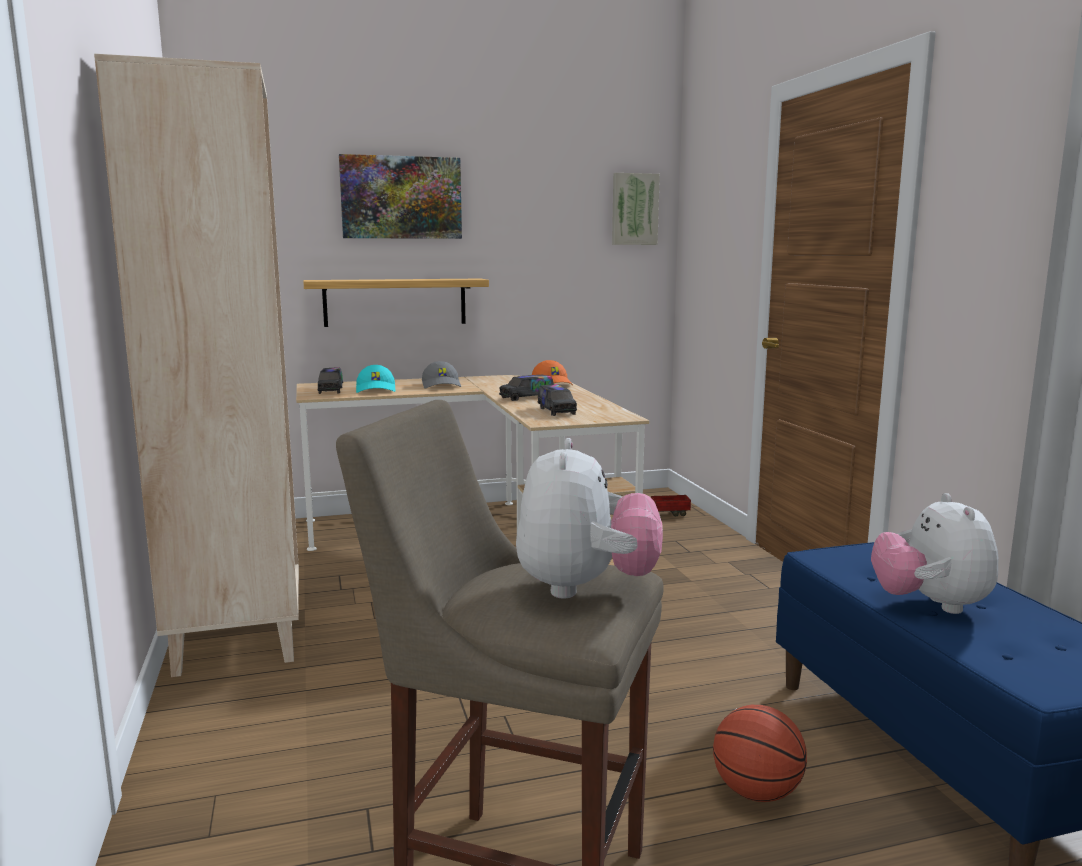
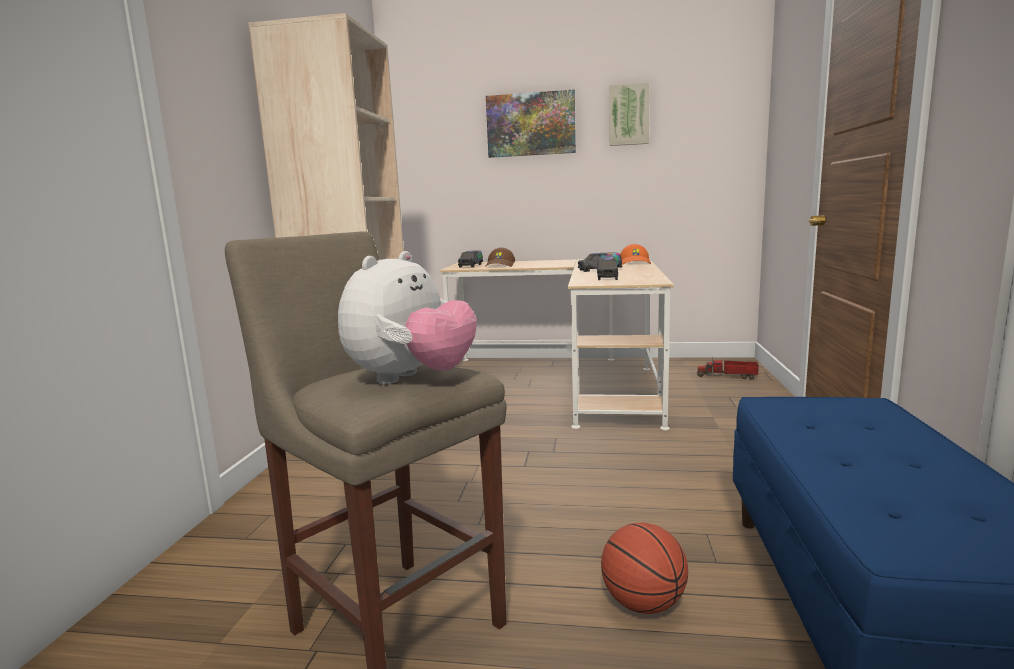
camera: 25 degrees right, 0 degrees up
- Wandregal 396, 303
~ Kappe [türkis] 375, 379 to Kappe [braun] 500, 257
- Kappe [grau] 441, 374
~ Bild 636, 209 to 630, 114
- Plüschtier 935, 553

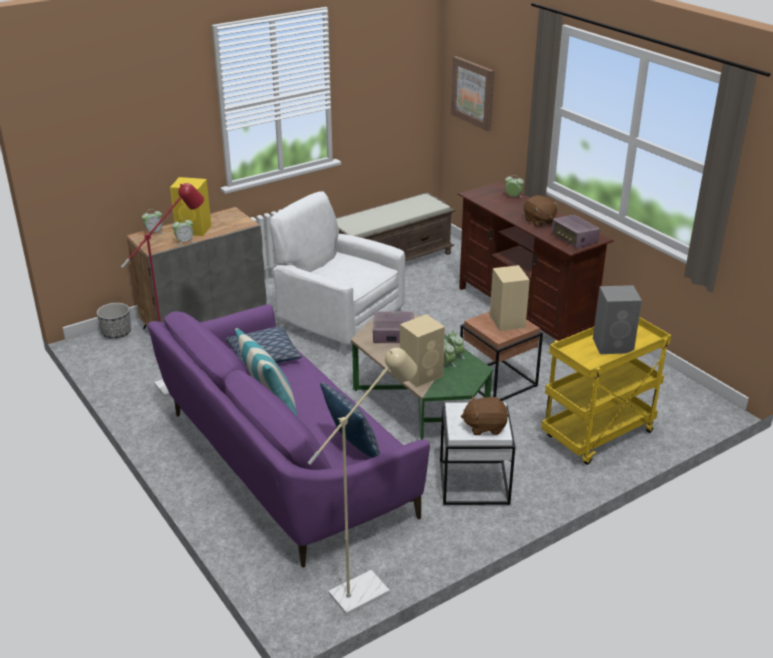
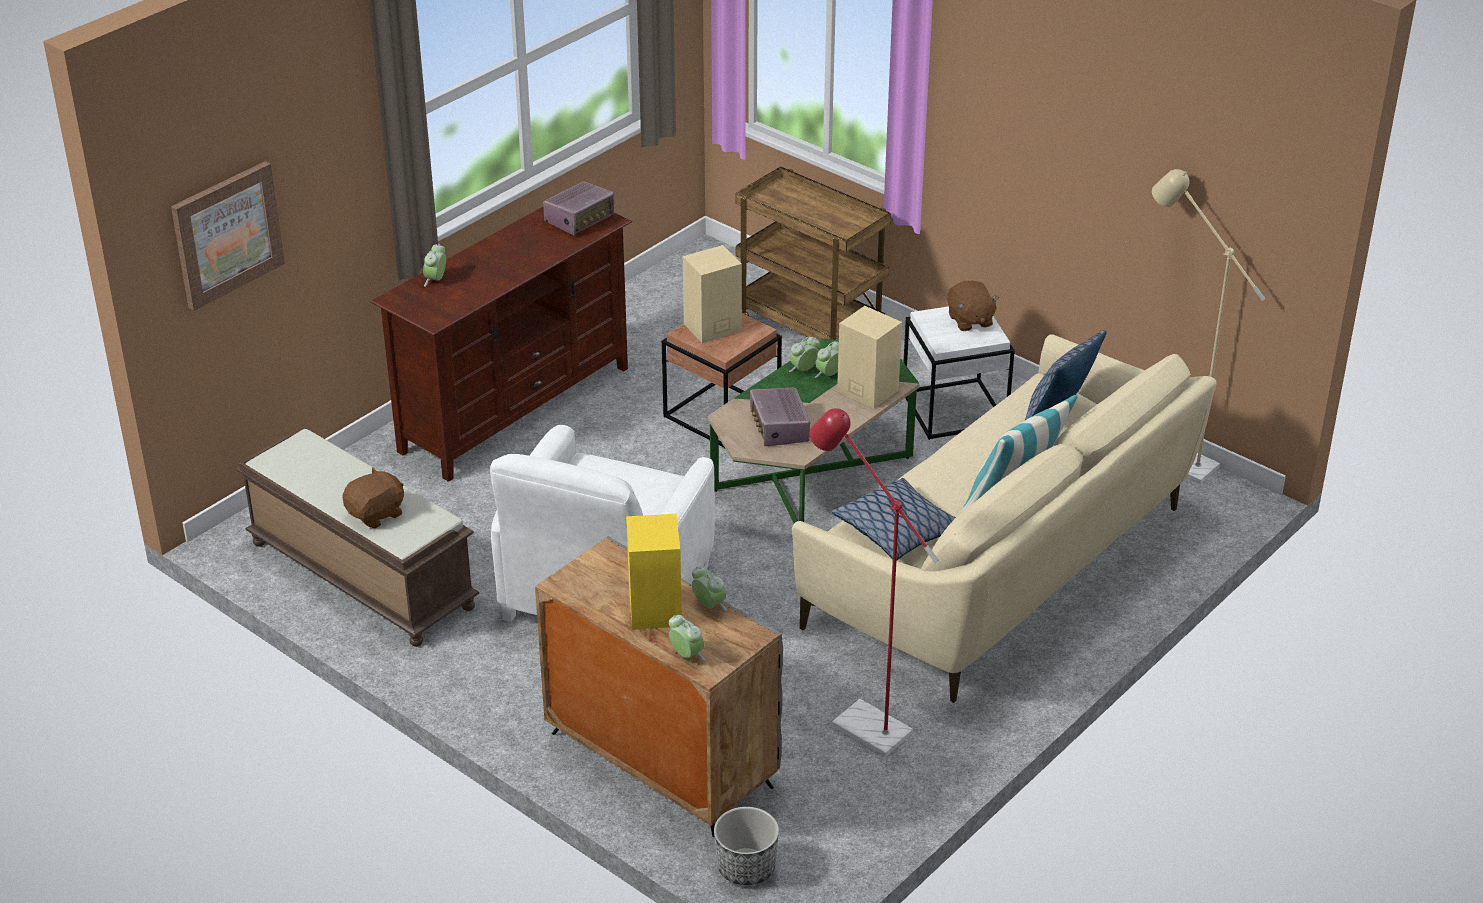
camera: 105 degrees left, 5 degrees up
~ Sofa [lila] 289, 436 to Sofa [beige] 1004, 518
~ Plüschtier [braun] 541, 211 to 373, 497
~ Rollwagen [gelb] 606, 391 to Rollwagen [braun] 813, 254
- Lautsprecher [grau] 617, 319

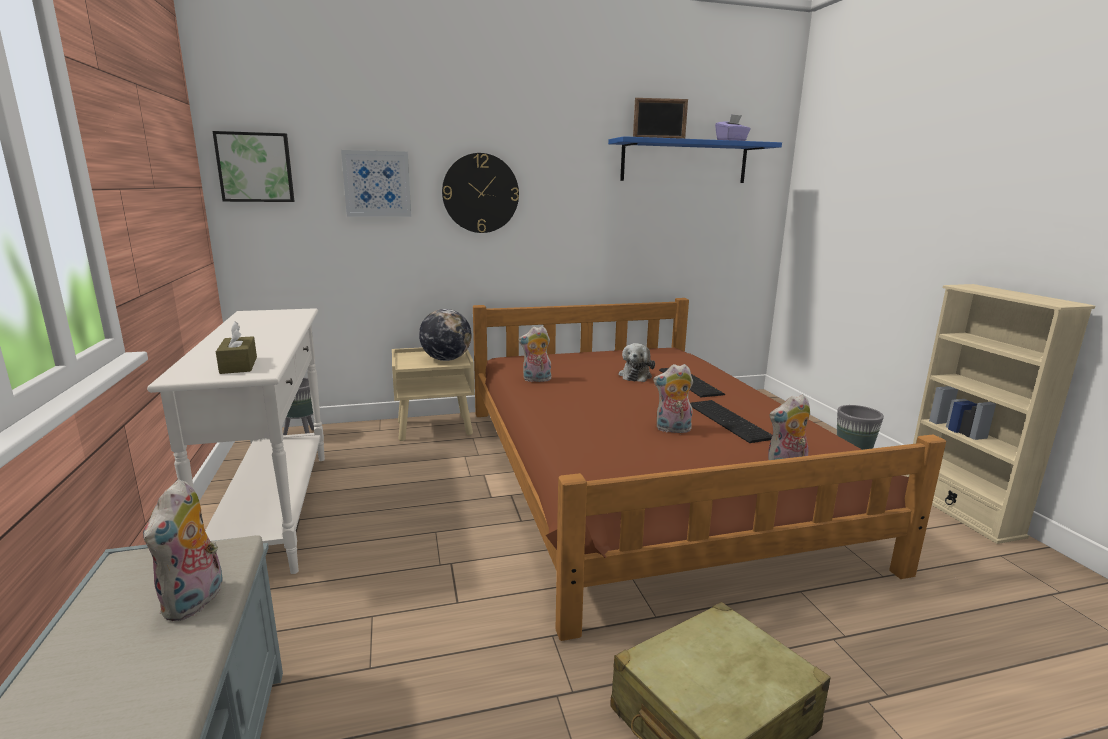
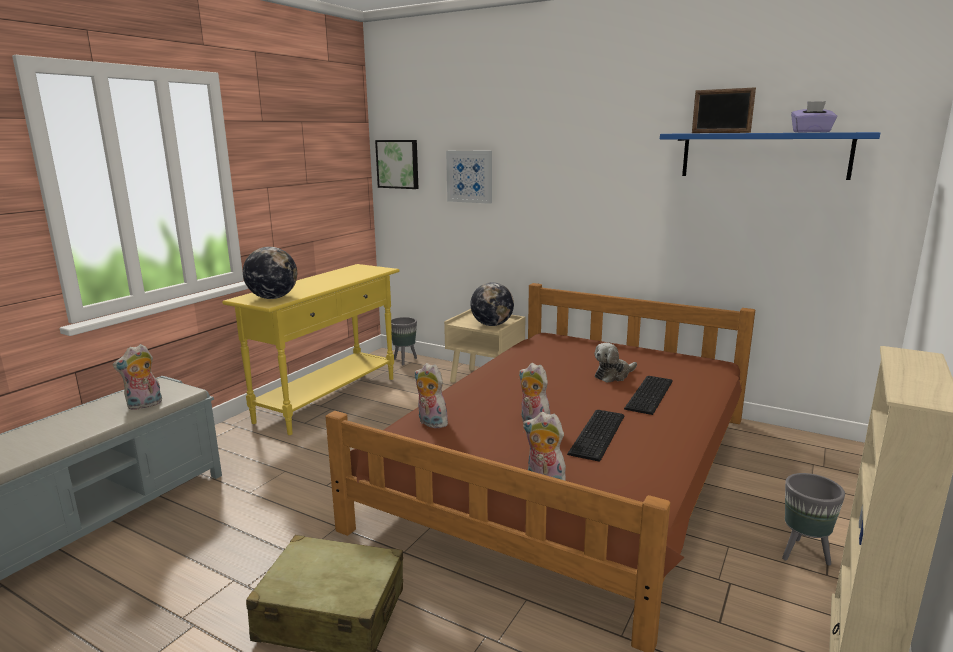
camera: 45 degrees right, 0 degrees up
~ Konsolentisch [weiß] 236, 441 to Konsolentisch [gelb] 310, 349
~ Taschentuchbox [braun] 236, 347 to Globus 270, 273
- Wanduhr 480, 193
~ Plüschtier 534, 354 to 431, 395

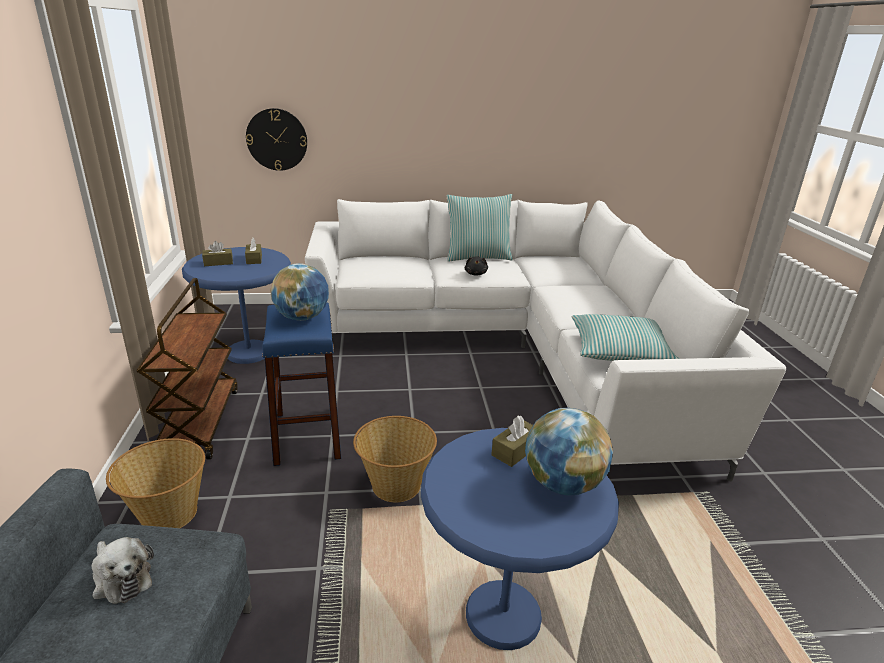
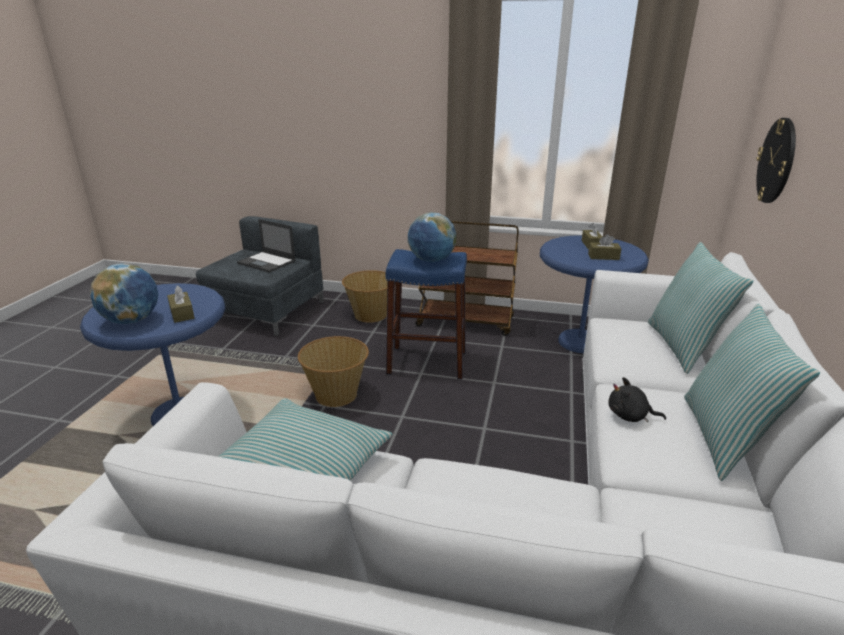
camera: 110 degrees right, 0 degrees up
~ Plüschtier 122, 570 to Laptop 266, 246
+ Kissen 700, 308

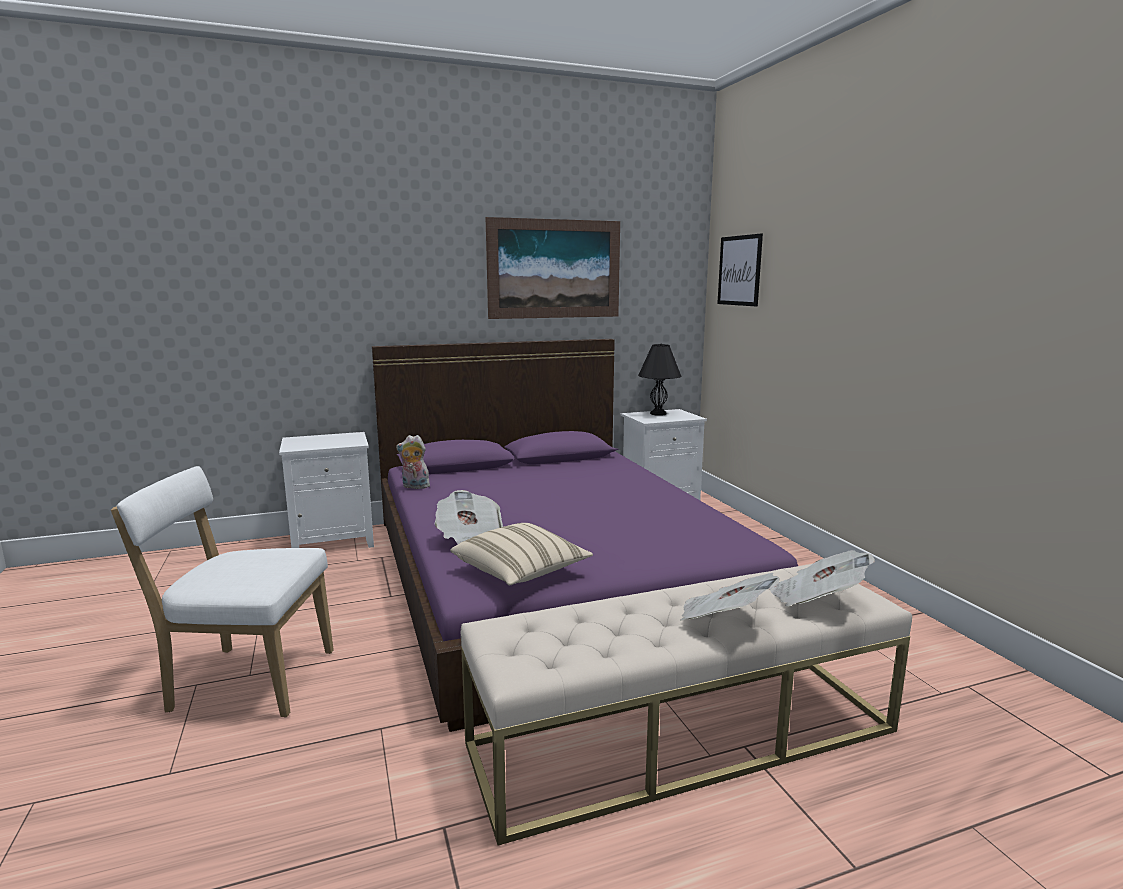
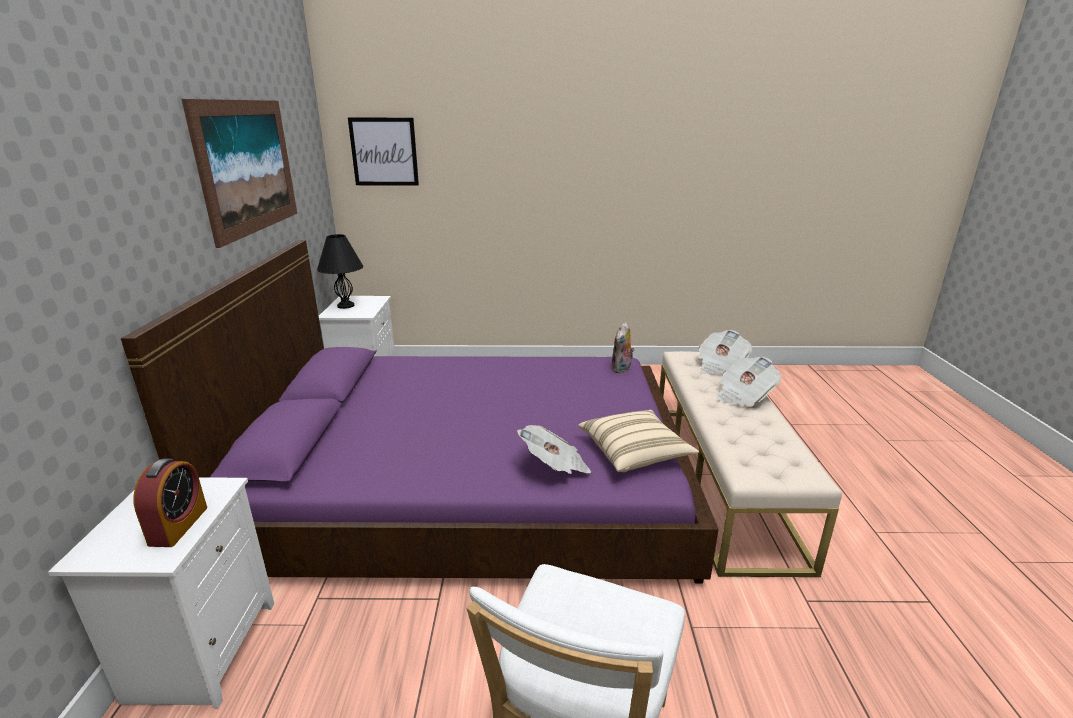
camera: 70 degrees left, 10 degrees up
~ Plüschtier 413, 462 to 622, 347
+ Wecker 170, 502

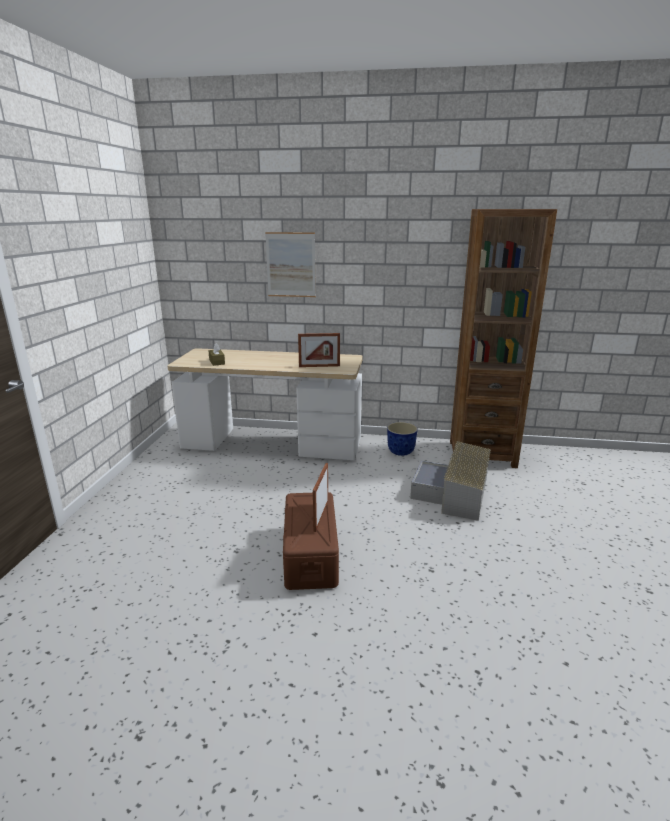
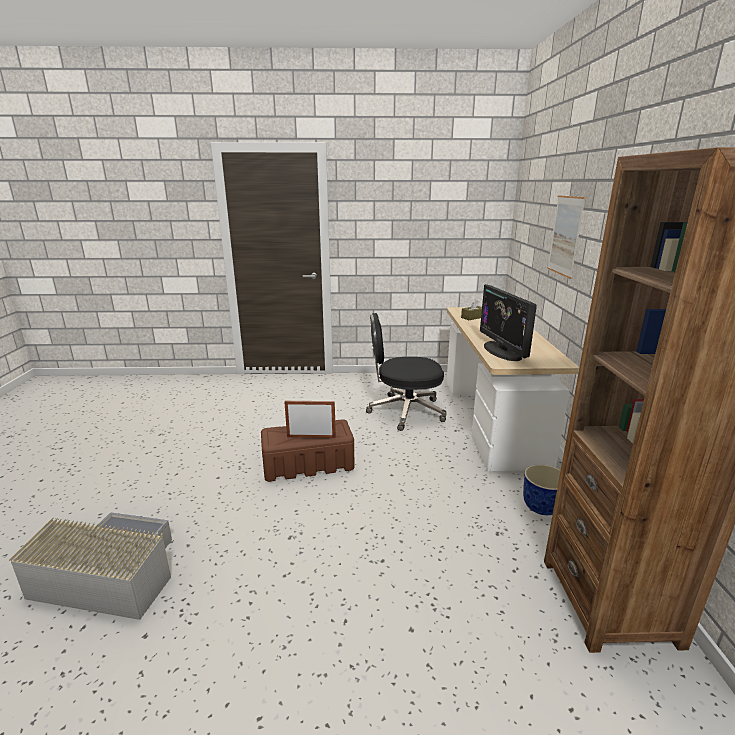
camera: 80 degrees right, 0 degrees up
~ Bilderrahmen 319, 350 to Monitor 508, 322
~ Aufbewahrungsbox [grau] 450, 481 to 90, 566
+ Bürostuhl [schwarz] 406, 372

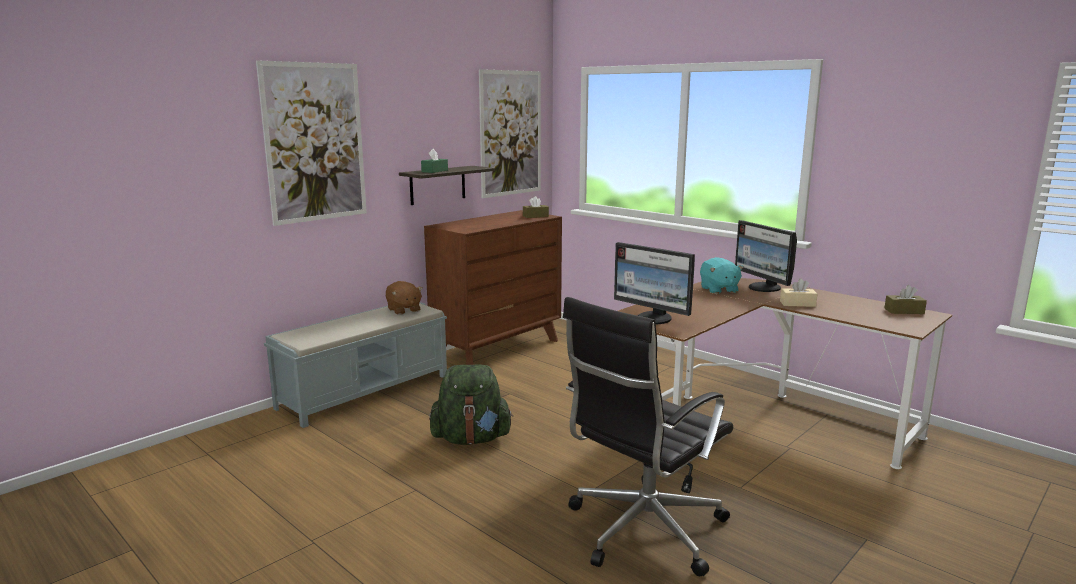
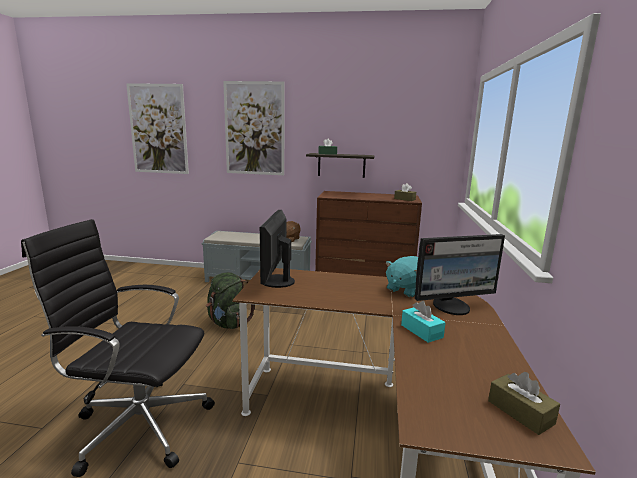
camera: 55 degrees right, 0 degrees up
~ Bild 510, 133 to 157, 128
~ Monitor 766, 256 = 460, 274 135 degrees counterclockwise
~ Taschentuchbox [beige] 798, 292 to Taschentuchbox [türkis] 423, 322

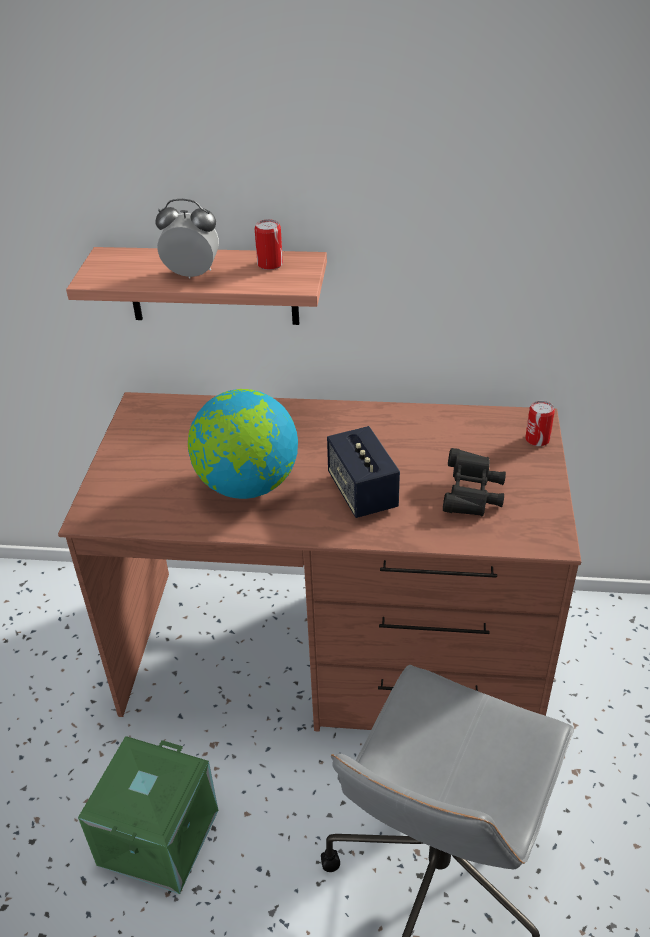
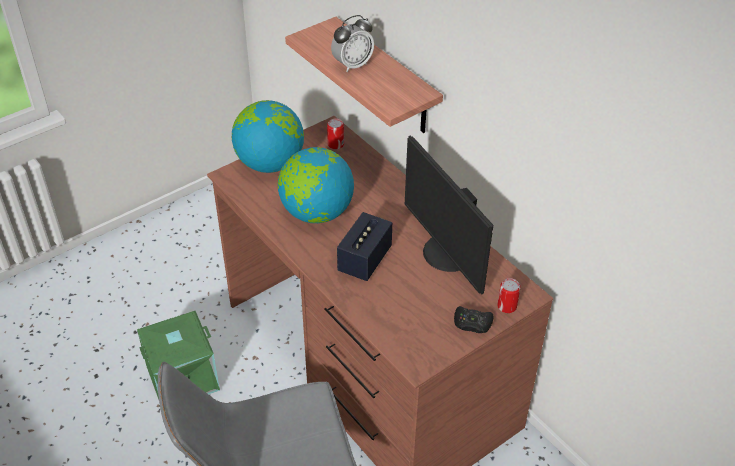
camera: 45 degrees right, 5 degrees up
~ Wecker 187, 239 = 352, 43 90 degrees clockwise
~ Dose 268, 244 to 335, 133
- Fernglas [schwarz] 474, 482
+ Globus 268, 136
+ Monitor 449, 215
+ Gamepad [schwarz] 473, 319

